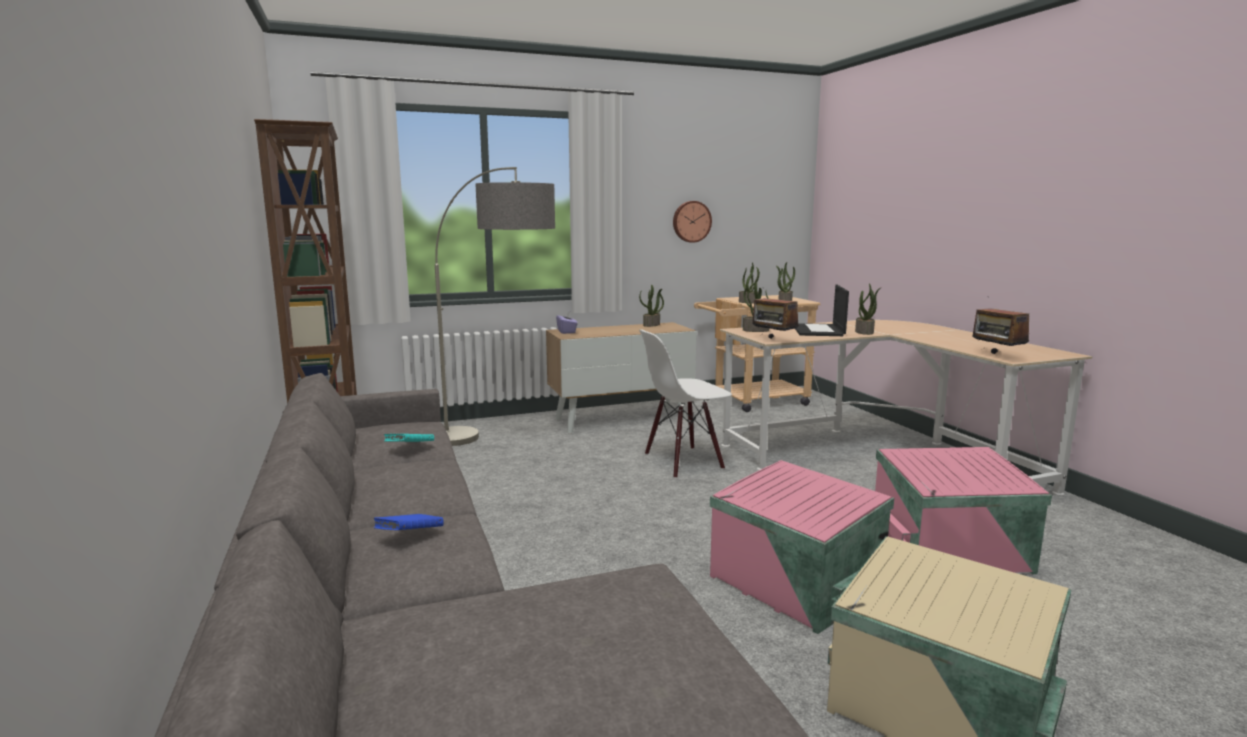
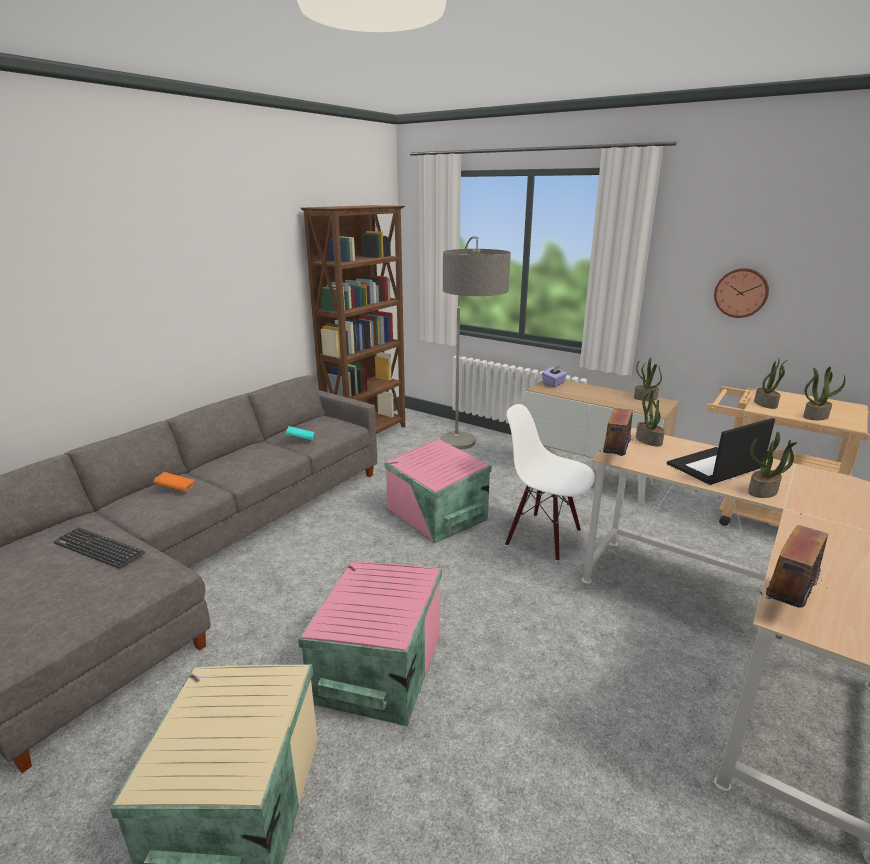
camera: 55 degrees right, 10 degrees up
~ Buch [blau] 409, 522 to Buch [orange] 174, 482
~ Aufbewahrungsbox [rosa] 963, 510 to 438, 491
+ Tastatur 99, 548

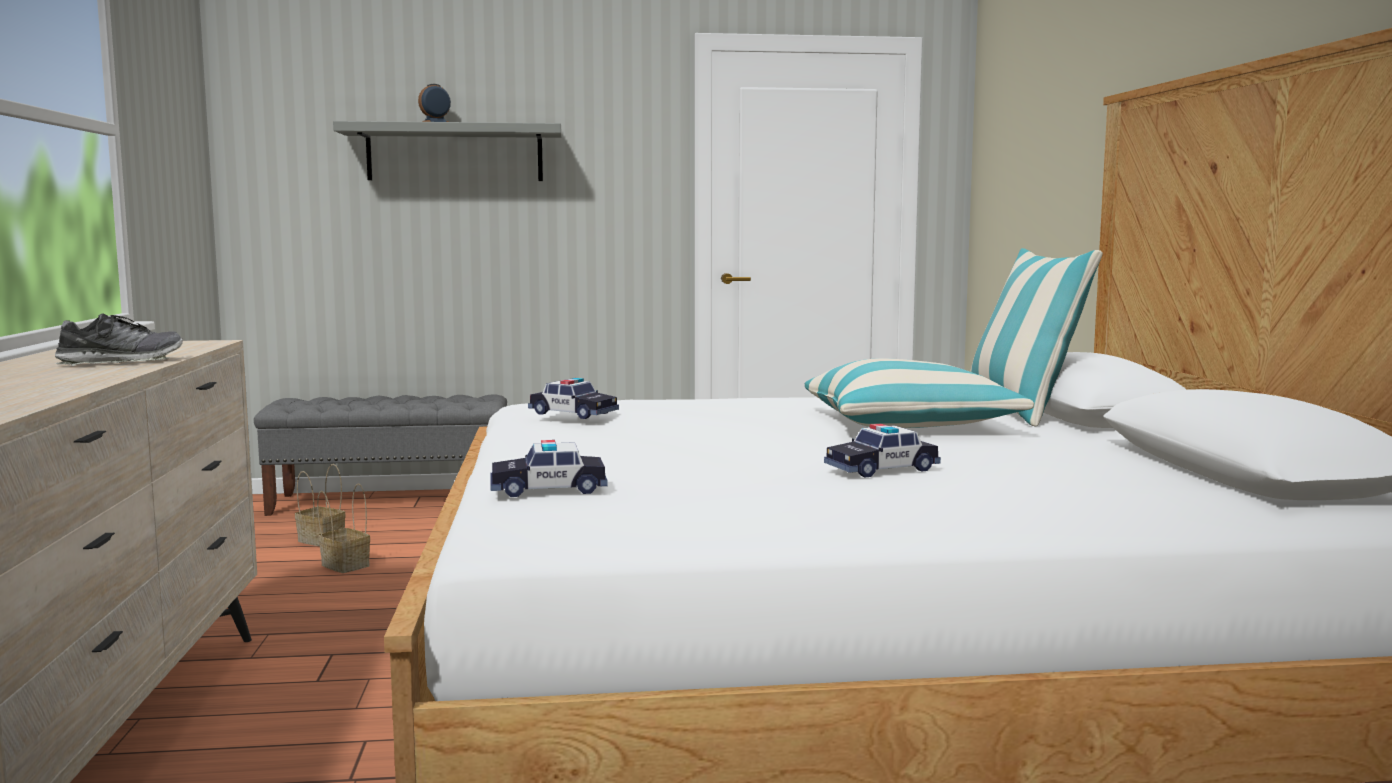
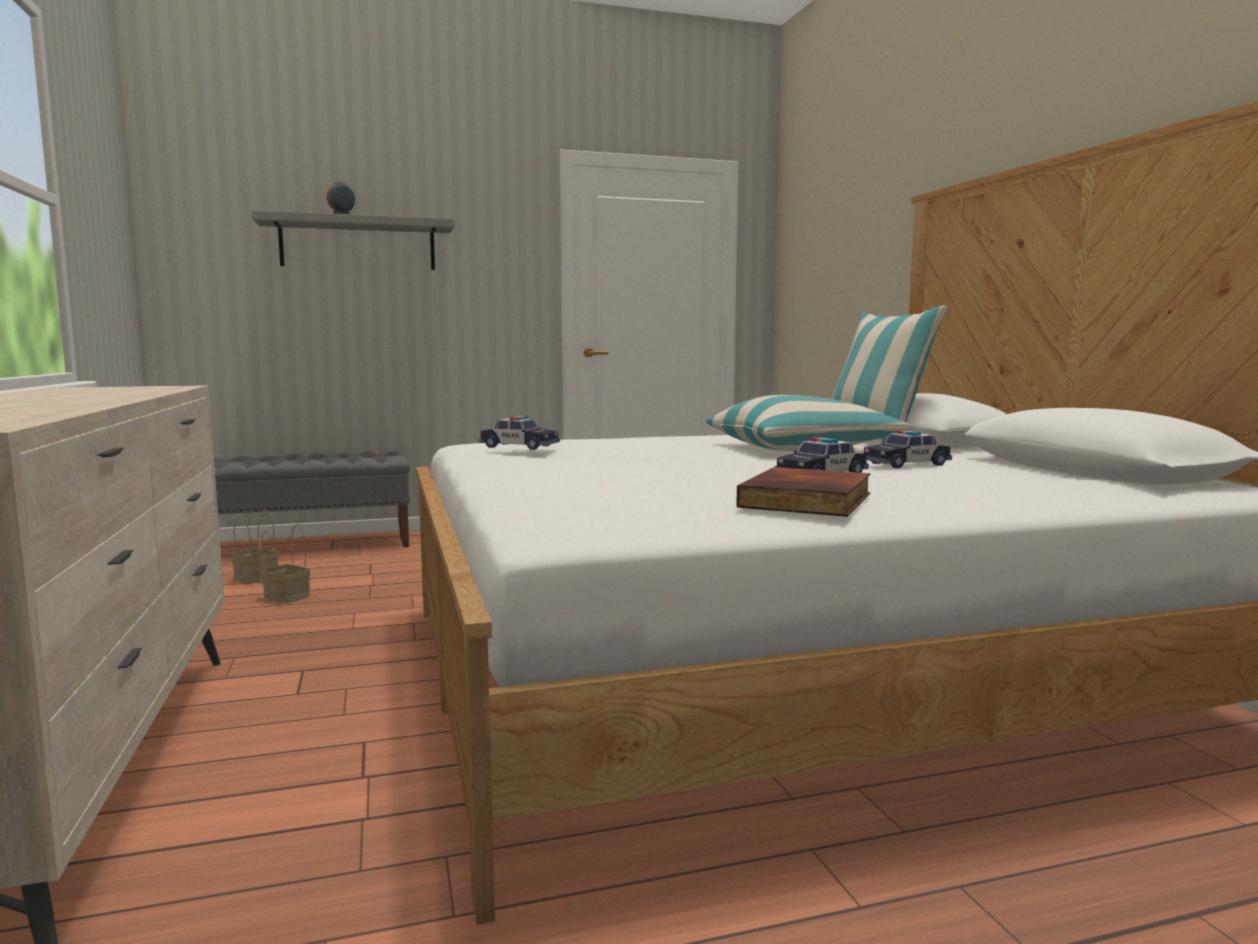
camera: 10 degrees left, 0 degrees up
- Schuh 119, 340
~ Spielzeugauto 549, 468 to 908, 449
+ Buch 803, 492

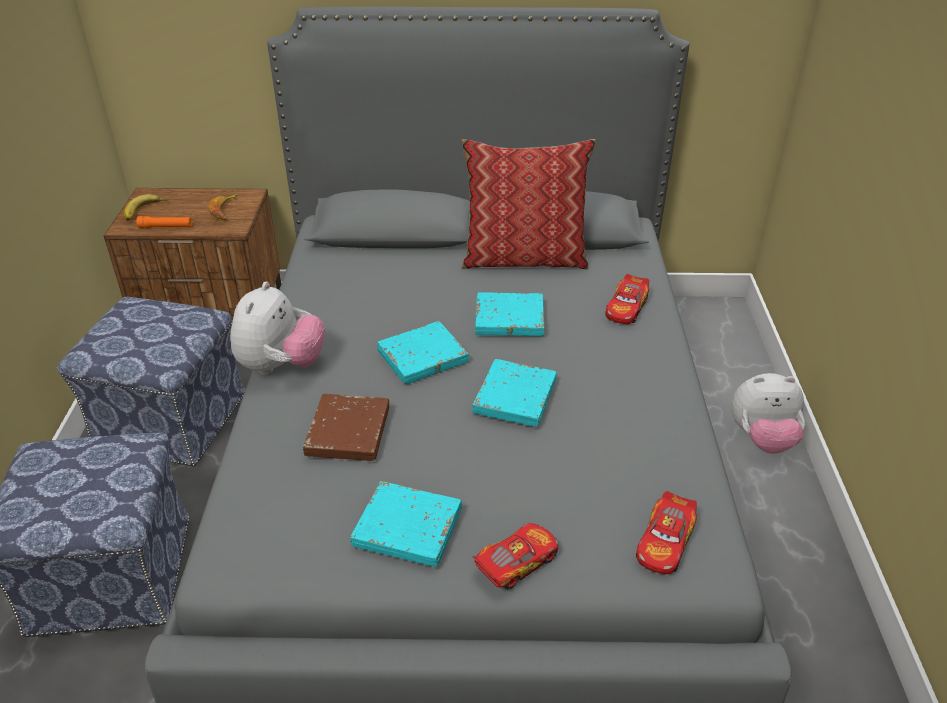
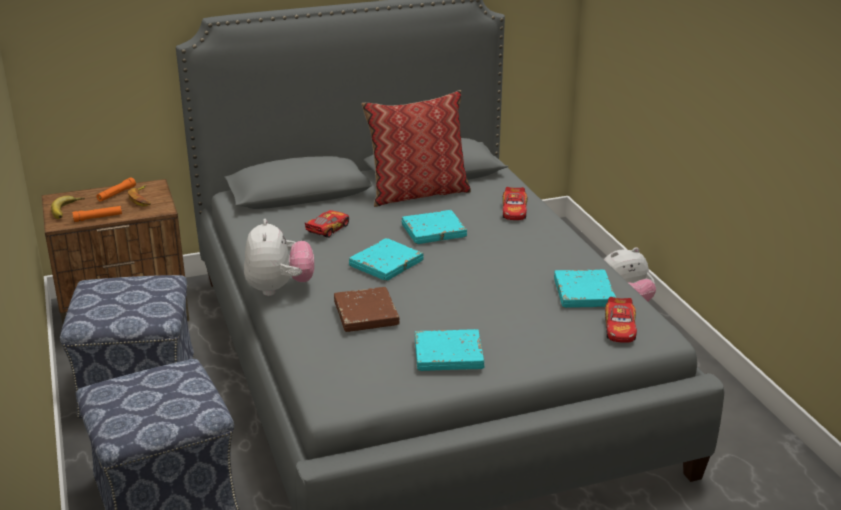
camera: 20 degrees left, 10 degrees down
~ Buch [türkis] 514, 393 to 585, 289
~ Spielzeugauto 515, 556 to 327, 224
+ Taschenlampe [orange] 116, 189

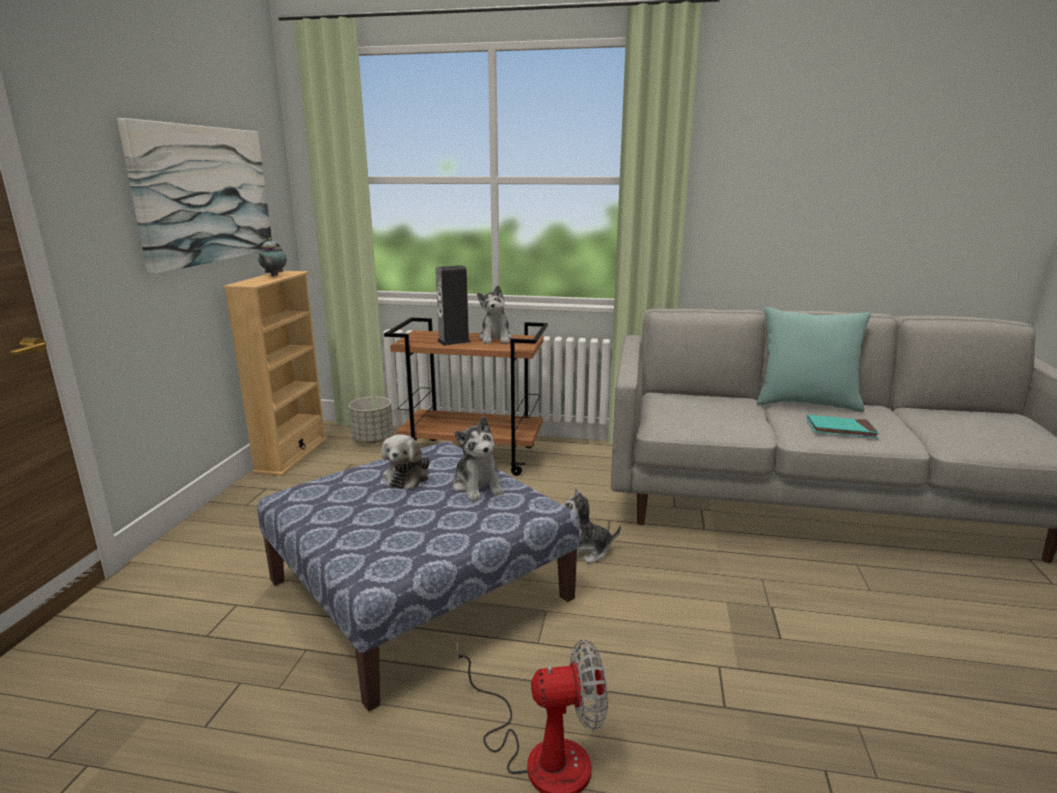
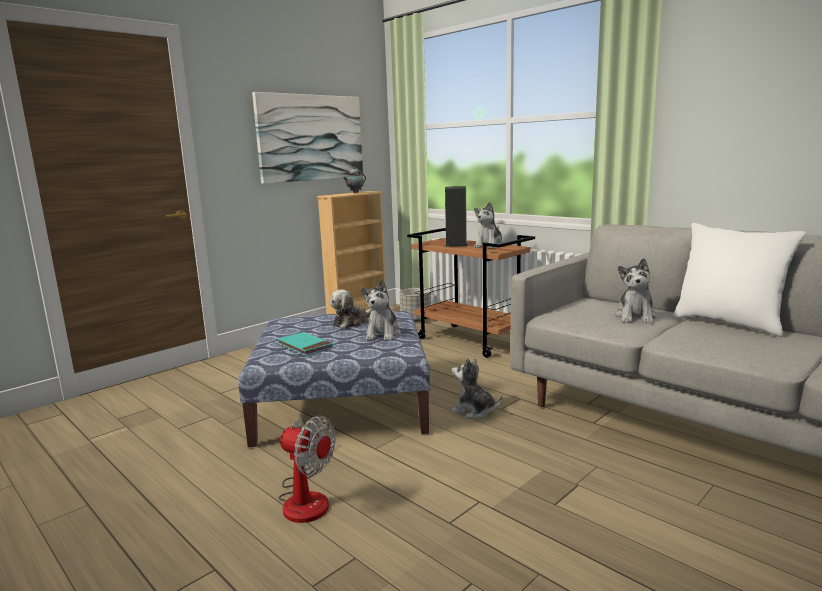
camera: 35 degrees right, 5 degrees down
~ Kissen [türkis] 814, 359 to Kissen [weiß] 739, 280
~ Buch [türkis] 843, 426 to 305, 344
+ Plüschtier 635, 291

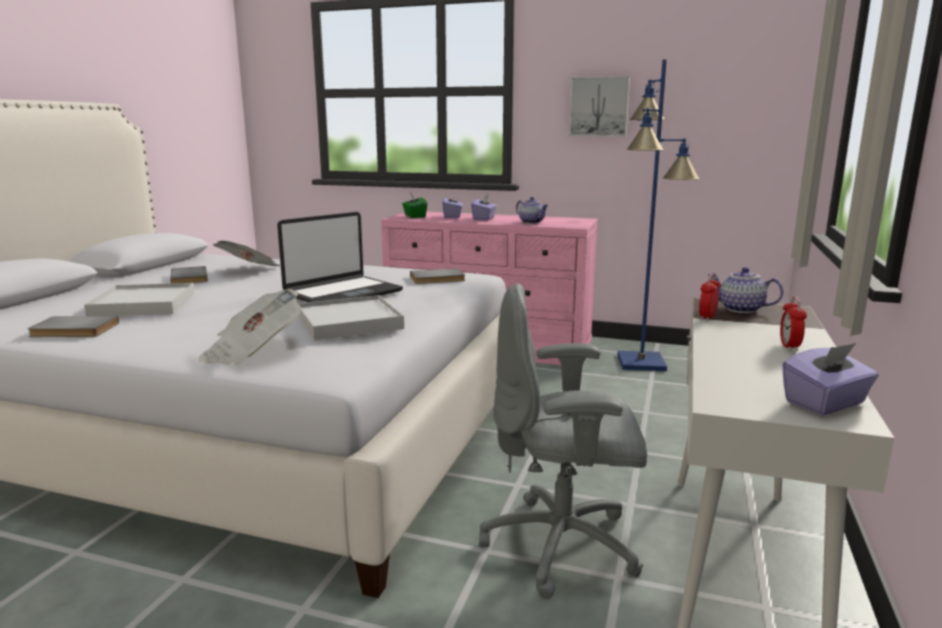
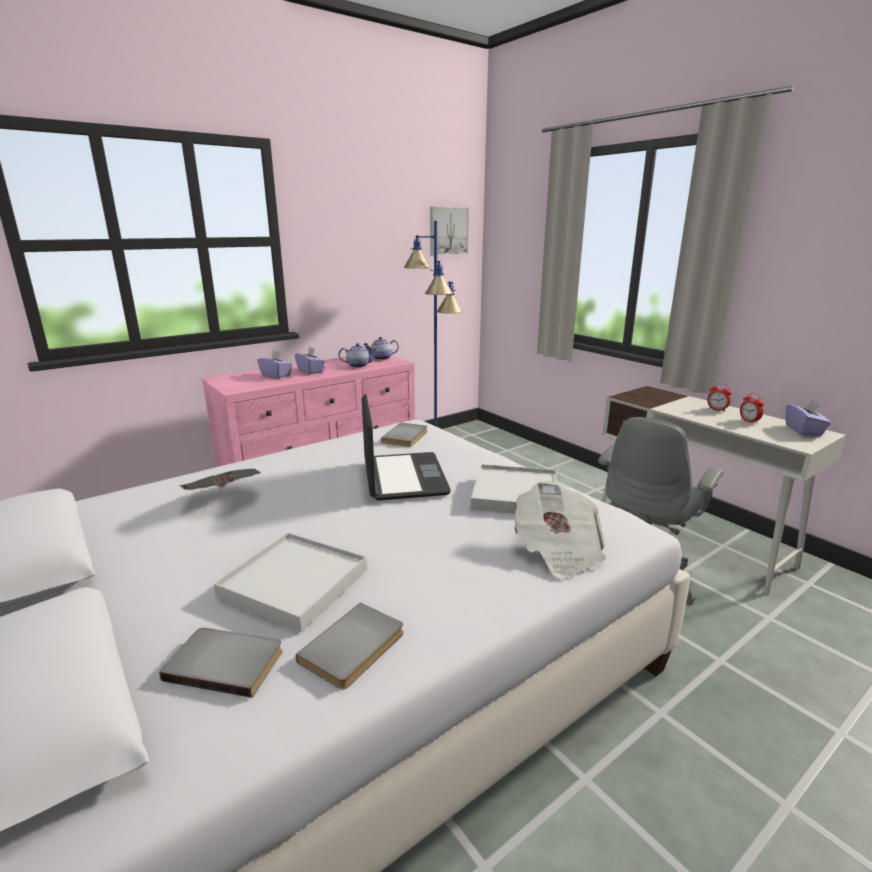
camera: 55 degrees left, 5 degrees up
~ Buch [grau] 189, 274 to 220, 663
- Taschentuchbox [grün] 414, 205
~ Bild 599, 106 to 449, 231
~ Wecker 709, 297 to 752, 408
~ Teekanne 745, 290 to 381, 348

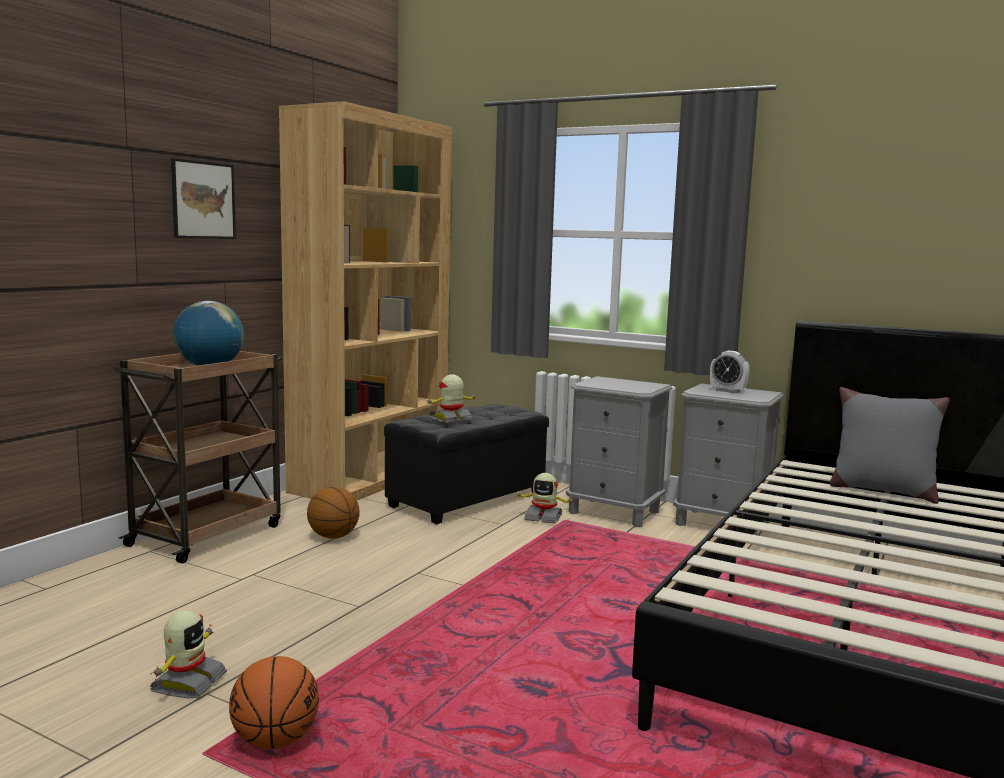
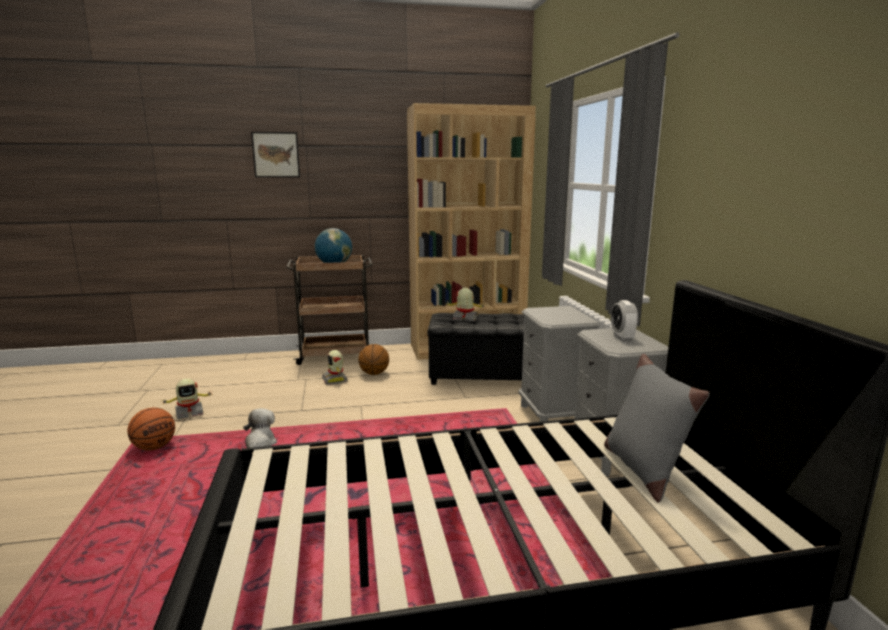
camera: 50 degrees right, 5 degrees up
~ Bild 203, 198 to 275, 155
~ Spielzeugroboter 544, 498 to 335, 367
+ Plüschtier 260, 428

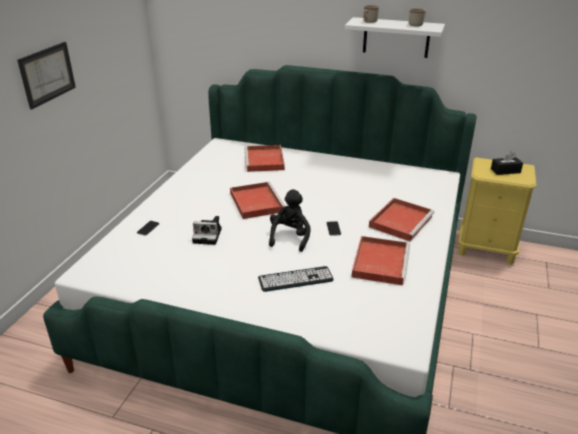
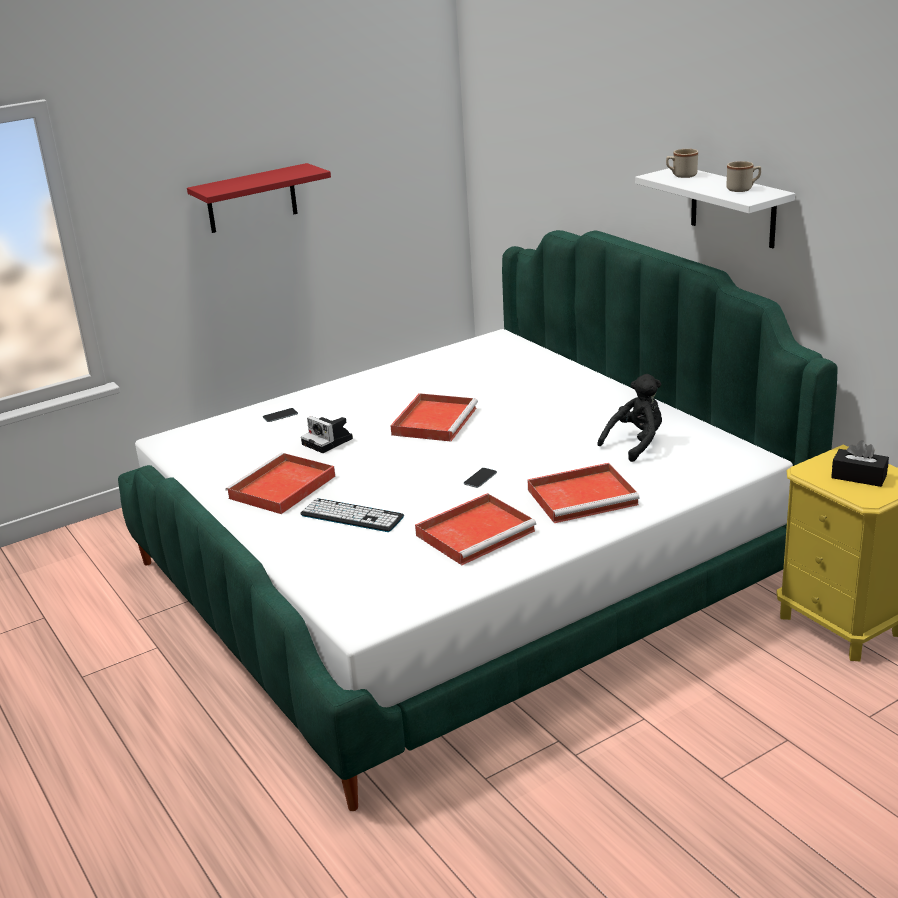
camera: 40 degrees right, 5 degrees down
~ Bild 46, 75 to Wandregal [rot] 259, 198
~ Tablett [rot] 264, 158 to 280, 483
~ Plüschtier [schwarz] 290, 220 to 629, 418

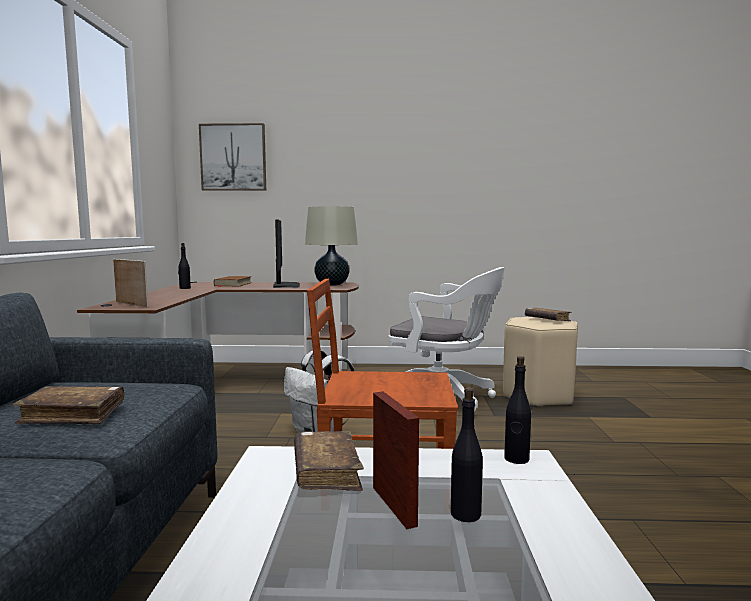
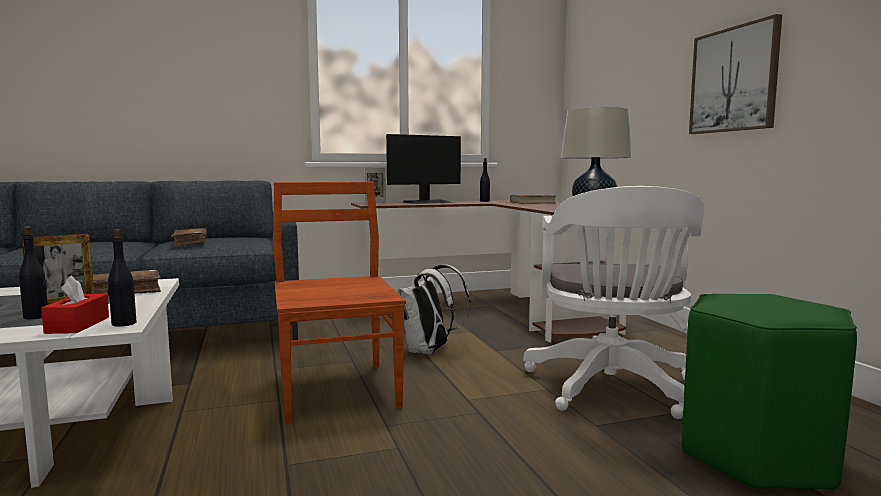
camera: 70 degrees right, 0 degrees up
~ Bild 232, 157 to 735, 74
~ Monitor 286, 253 to 423, 169
~ Hocker [beige] 540, 362 to Hocker [grün] 769, 393
- Buch [braun] 548, 314
+ Taschentuchbox [rot] 75, 305

